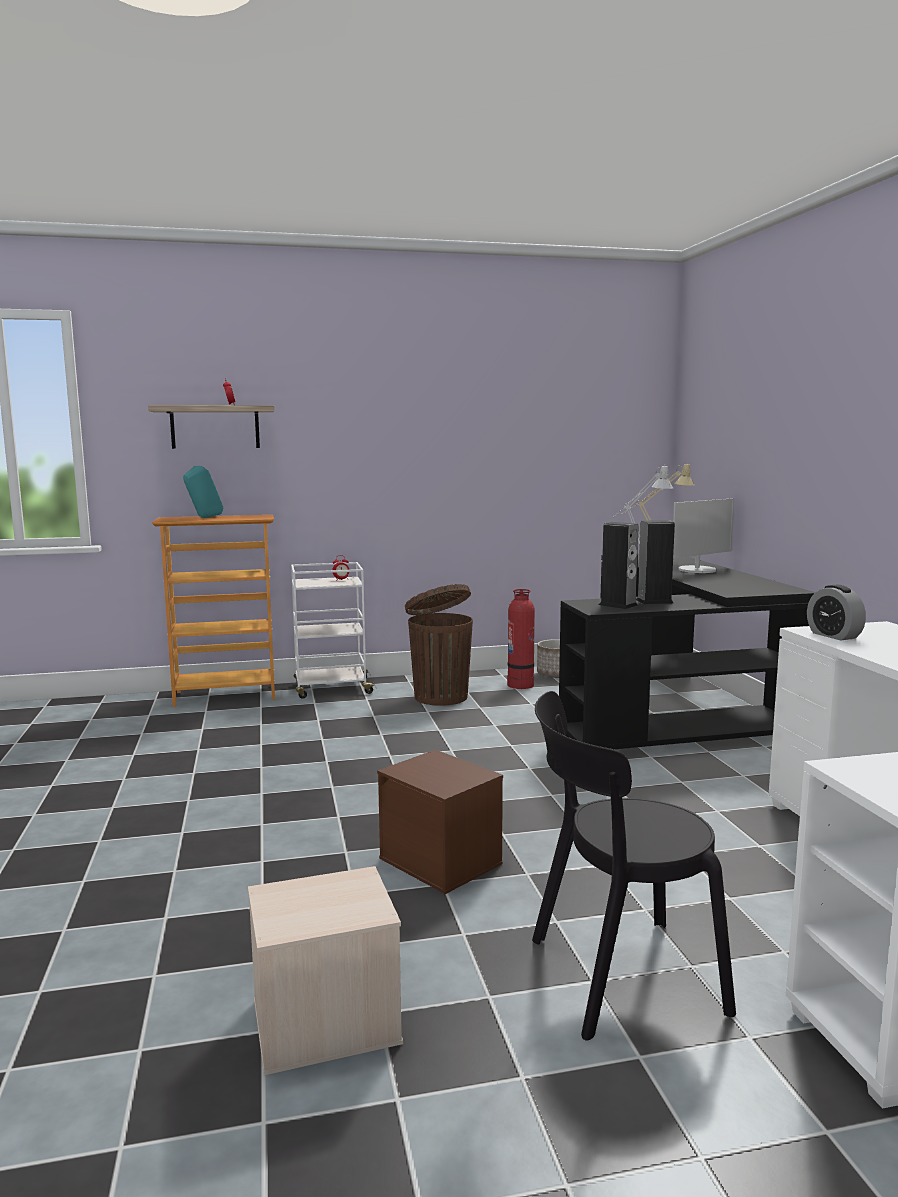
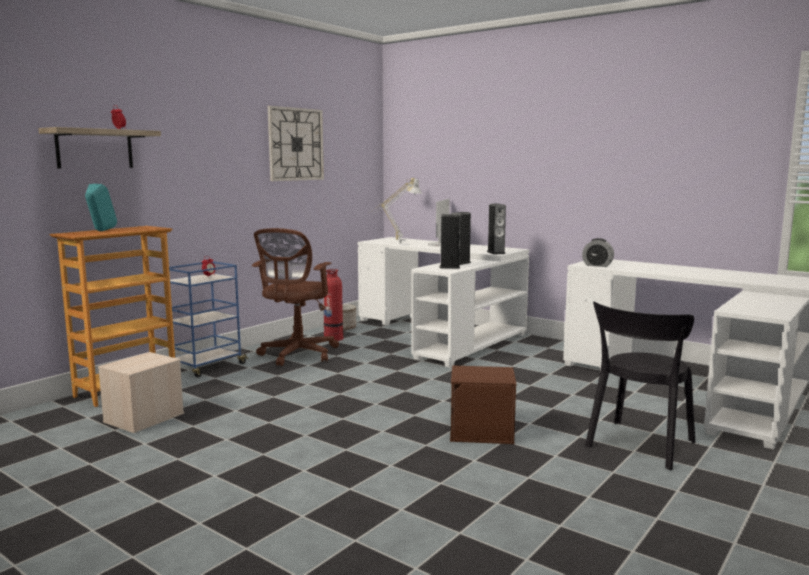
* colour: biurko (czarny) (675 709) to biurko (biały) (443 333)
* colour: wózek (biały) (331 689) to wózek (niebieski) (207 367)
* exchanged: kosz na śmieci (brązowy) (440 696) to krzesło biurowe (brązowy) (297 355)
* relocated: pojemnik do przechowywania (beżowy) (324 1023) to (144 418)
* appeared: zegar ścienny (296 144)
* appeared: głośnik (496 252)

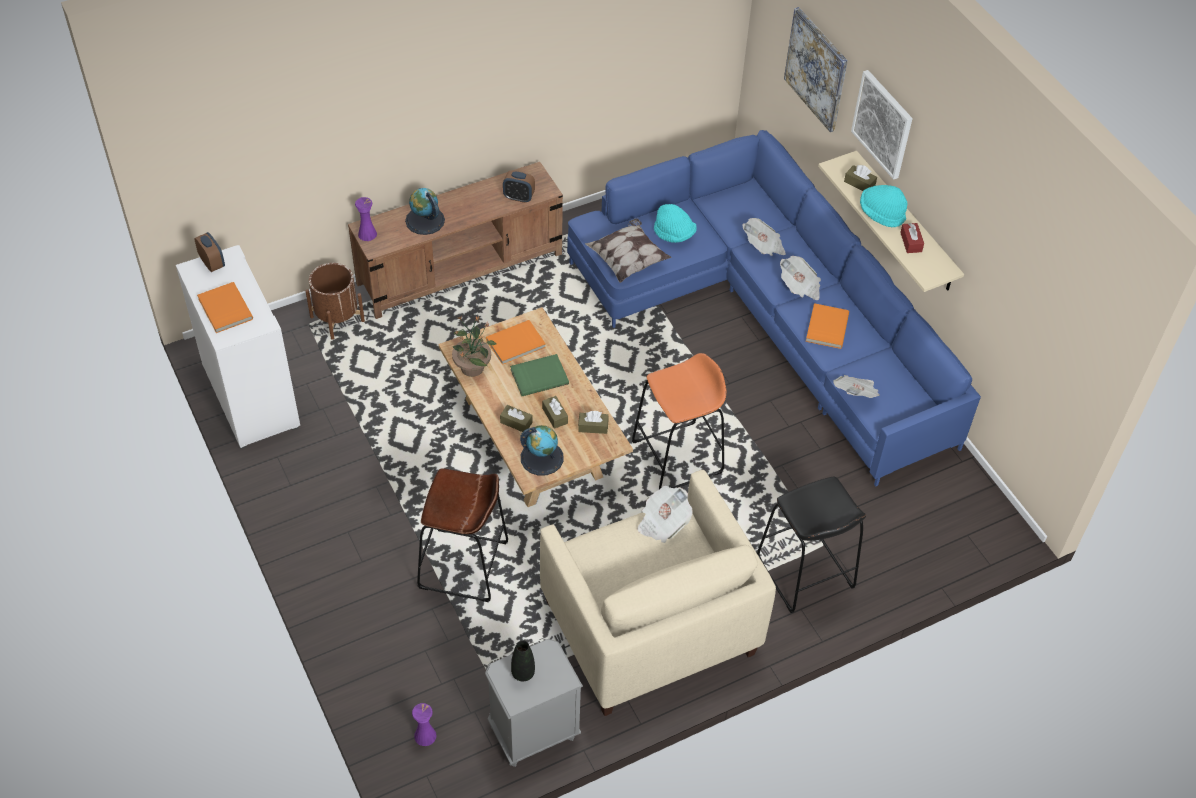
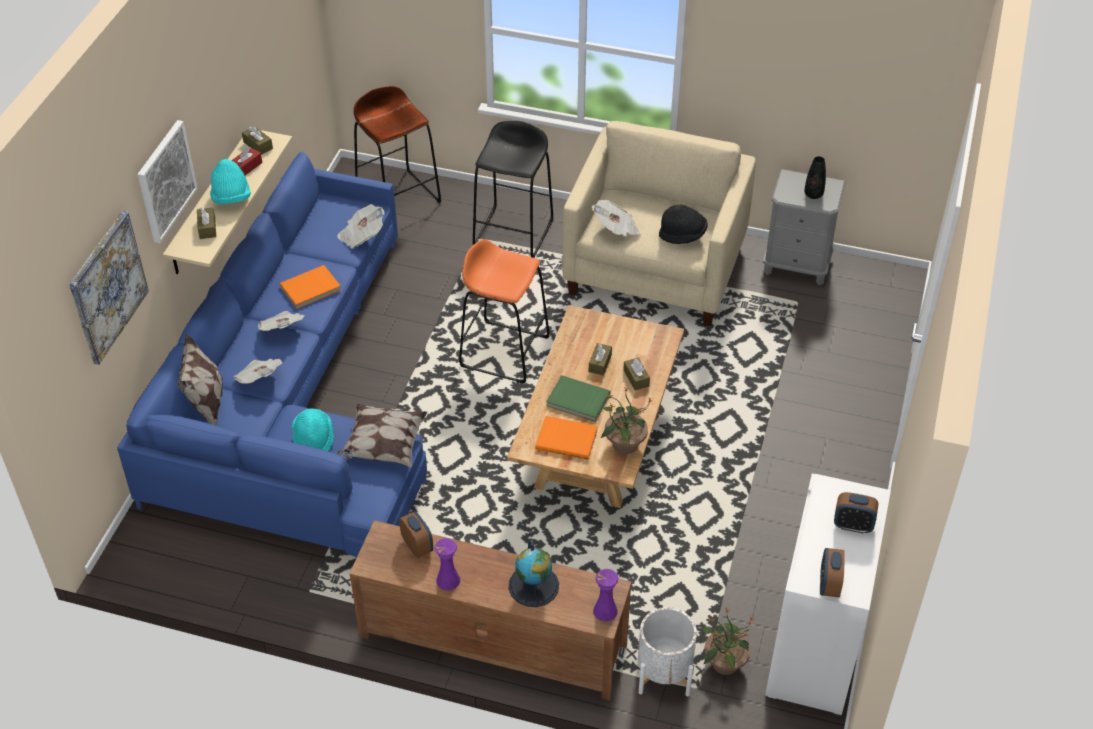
* colour: donica (brązowy) (337 319) to donica (biały) (664 673)
* exchanged: książka (pomarańczowy) (224 309) to budzik (853 525)
* relocated: pudełko chusteczek (brązowy) (593 427) to (258 145)
* missing: globus (542 457)
* relocated: stołek (brązowy) (463 565) to (398 196)
* relocated: wazon (fioletowy) (425 736) to (448 580)
* appeared: kapelusz (czarny) (682 235)
* appeared: poduszka (207 405)
* appeared: roślina doniczkowa (724 663)

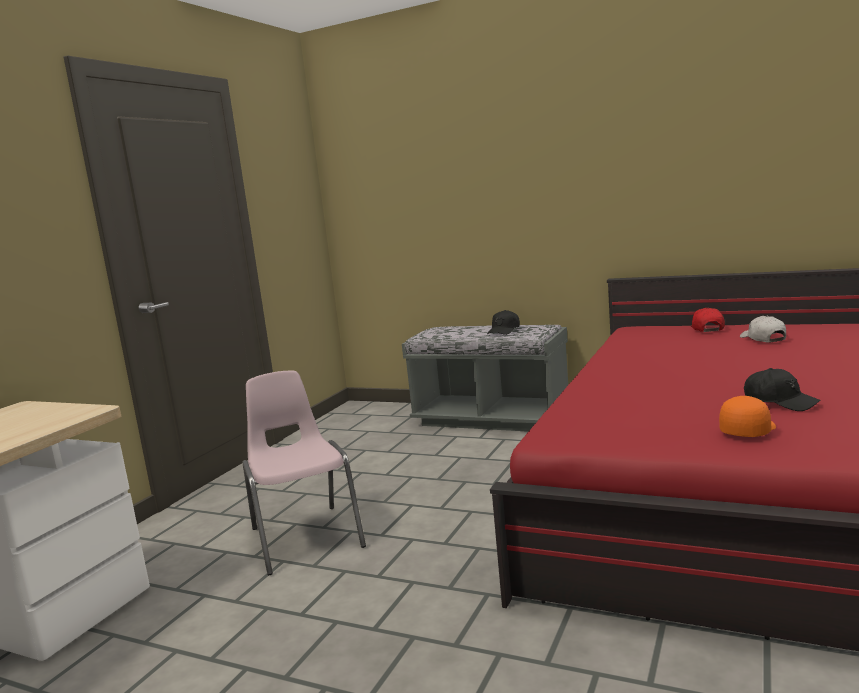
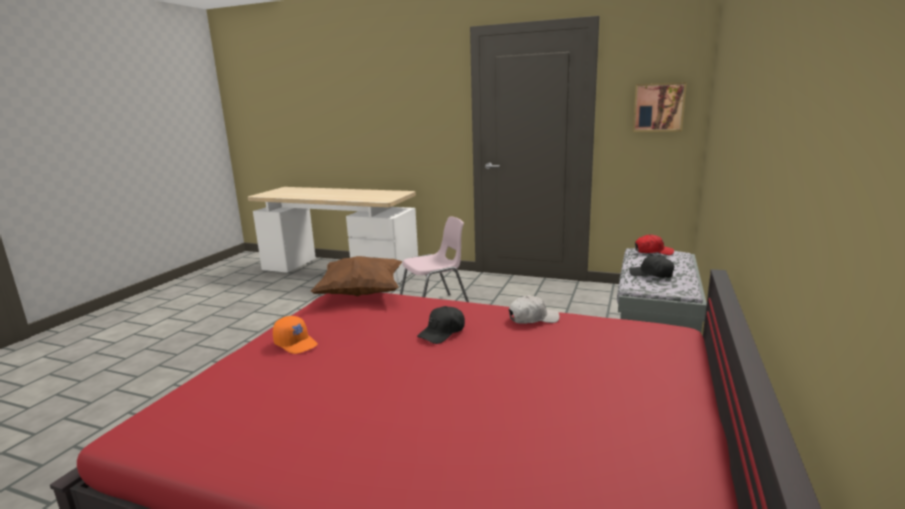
* relocated: czapka z daszkiem (czerwony) (707 329) to (653 252)
* relocated: czapka z daszkiem (biały) (763 339) to (533 318)
* relocated: czapka z daszkiem (czarny) (780 402) to (442 332)
* appeared: obraz (658 107)
* appeared: poduszka (brązowy) (361 293)

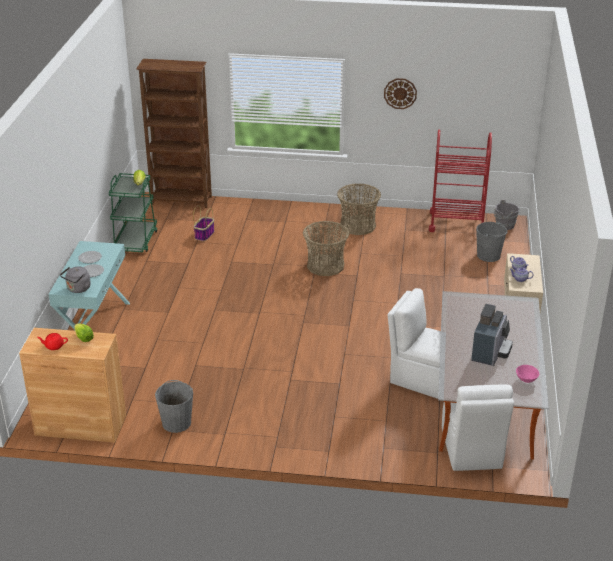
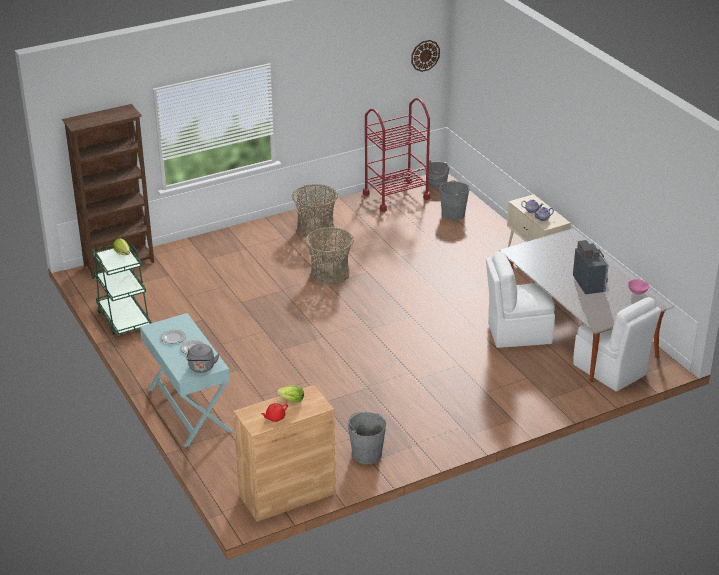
* relocated: zegar ścienny (400 93) to (425 55)
* missing: koszyk (204 234)

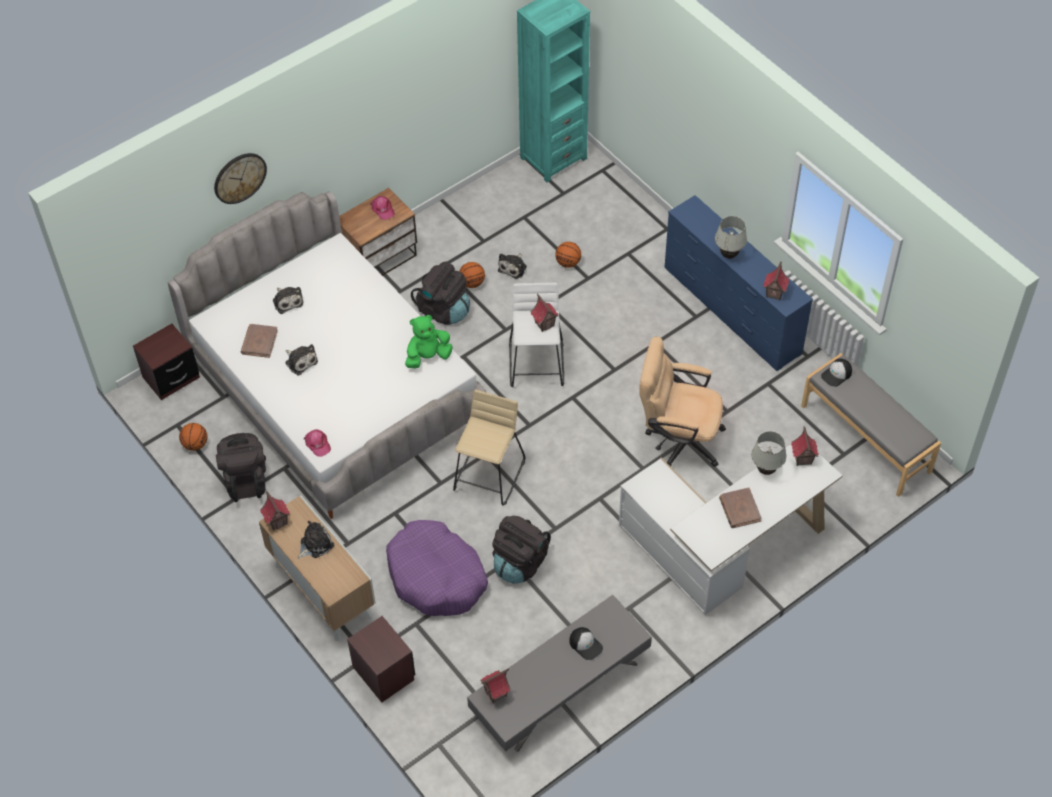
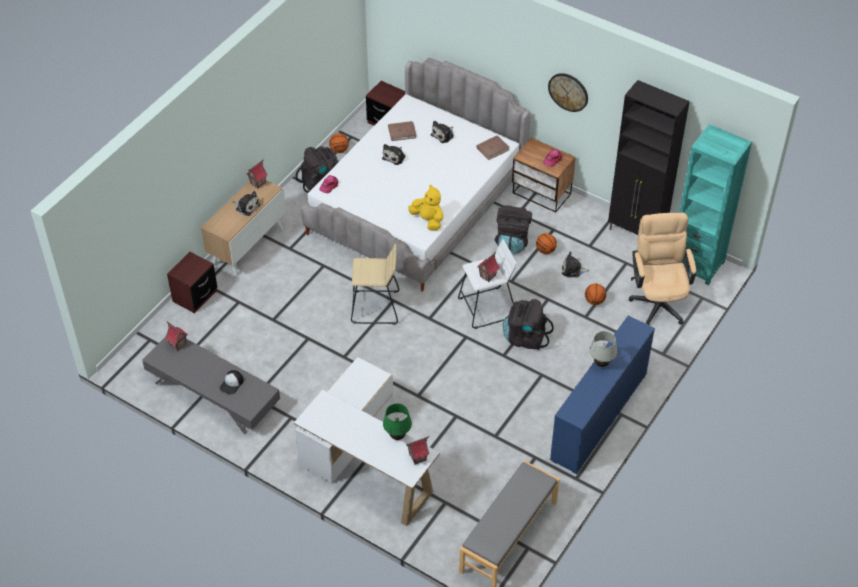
* relocated: zegar ścienny (239 177) to (568 92)
* missing: domek (774 293)
* colour: pluszak (zielony) (428 356) to pluszak (żółty) (428 220)
* relocated: krzesło biurowe (beżowy) (678 439) to (658 300)
* missing: czapka z daszkiem (836 374)
* colour: lampa stołowa (biały) (765 470) to lampa stołowa (zielony) (397 436)
* relocated: książka (brązowy) (739 509) to (492 148)
* relocated: plecak (czarny) (520 563) to (525 338)
* missing: legowisko (fioletowy) (436 576)
* appeared: szafka (czarny) (636 233)

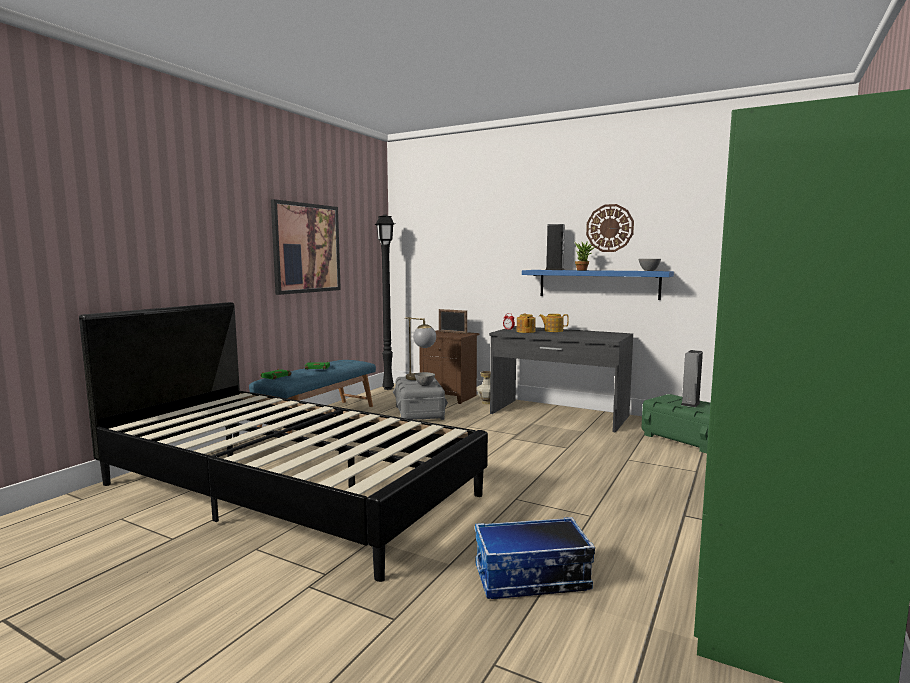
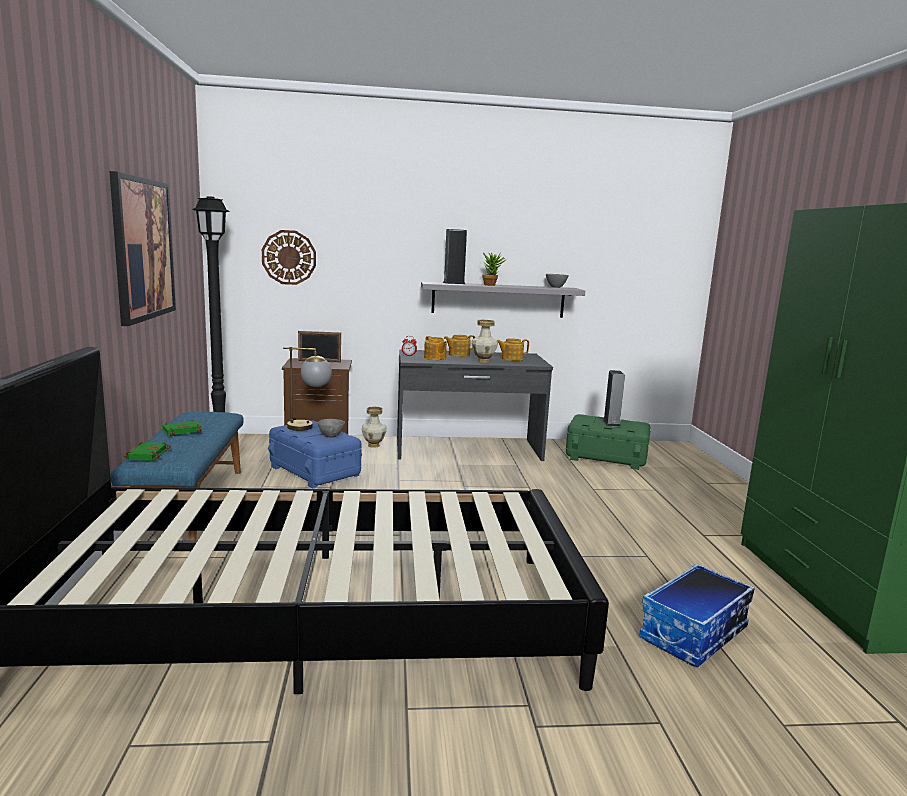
* relocated: zegar ścienny (609 228) to (289 257)
* colour: półka (niebieski) (598 284) to półka (szary) (498 300)
* colour: pojemnik do przechowywania (szary) (419 412) to pojemnik do przechowywania (niebieski) (315 471)
* appeared: wazon (483 361)
* appeared: imbryk (511 359)

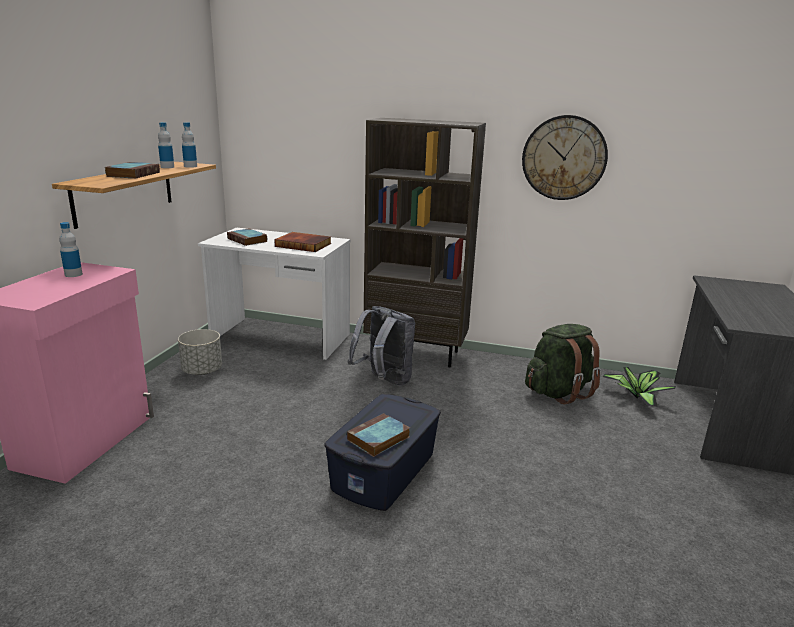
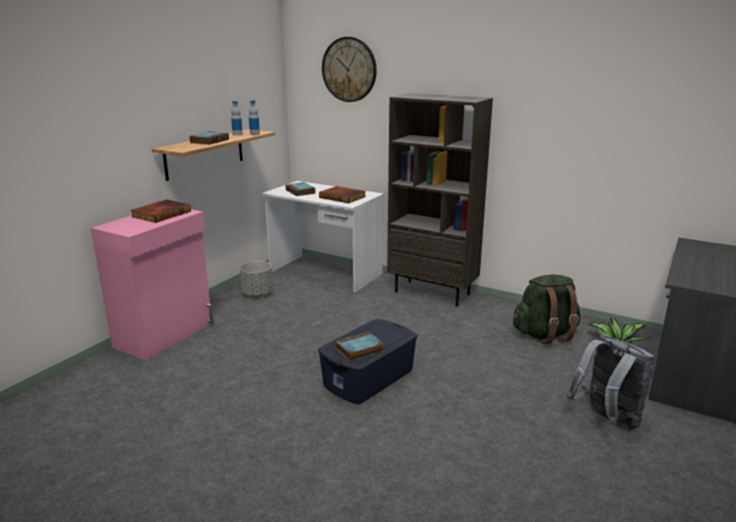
* relocated: zegar ścienny (564 158) to (349 69)
* exchanged: butelka (73 274) to książka (161 213)
* relocated: plecak (szary) (384 381) to (606 420)

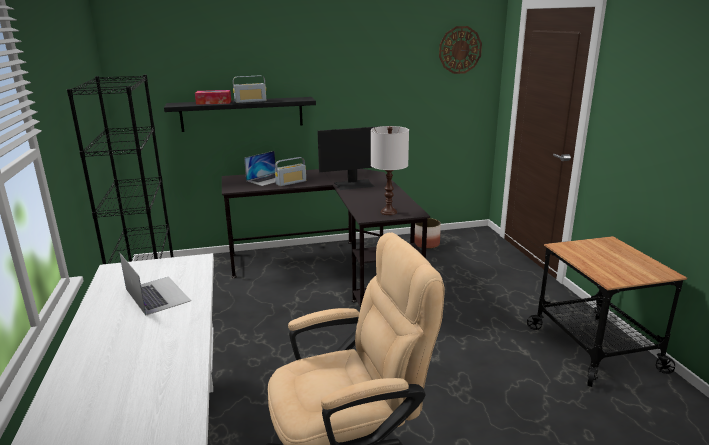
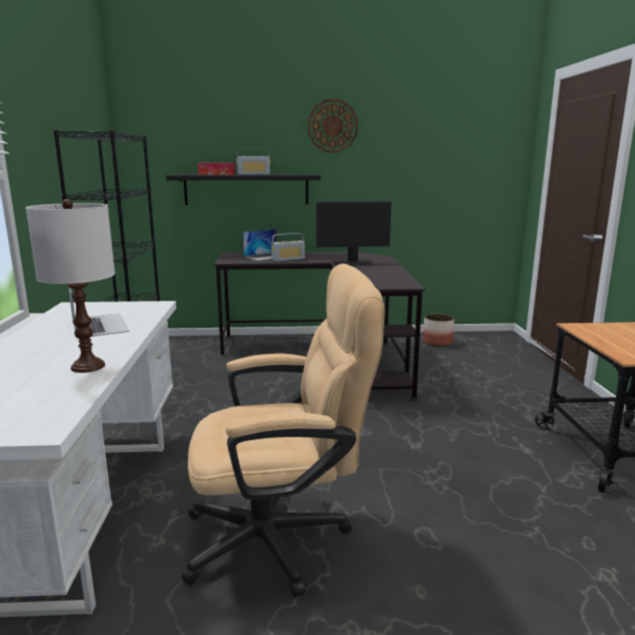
* relocated: zegar ścienny (460 50) to (332 126)
* relocated: lampa stołowa (biały) (388 212) to (87 366)

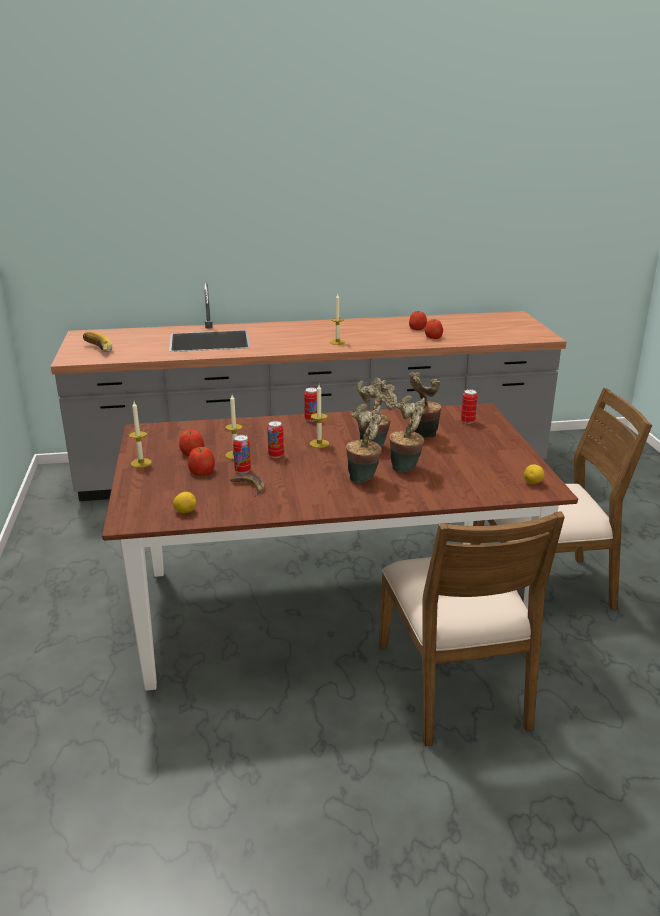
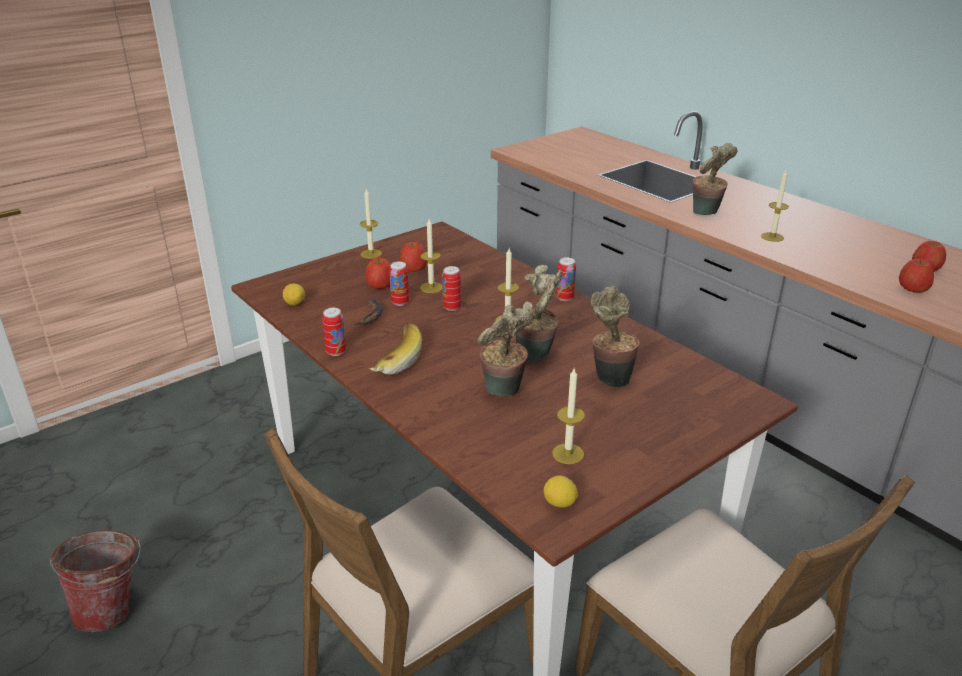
* relocated: banan (96 350) to (394 359)
* relocated: puszka (467 421) to (336 352)
* relocated: roślina doniczkowa (364 477) to (706 213)
* appeared: świeca (568 454)
* appeared: wiadro (113 609)

